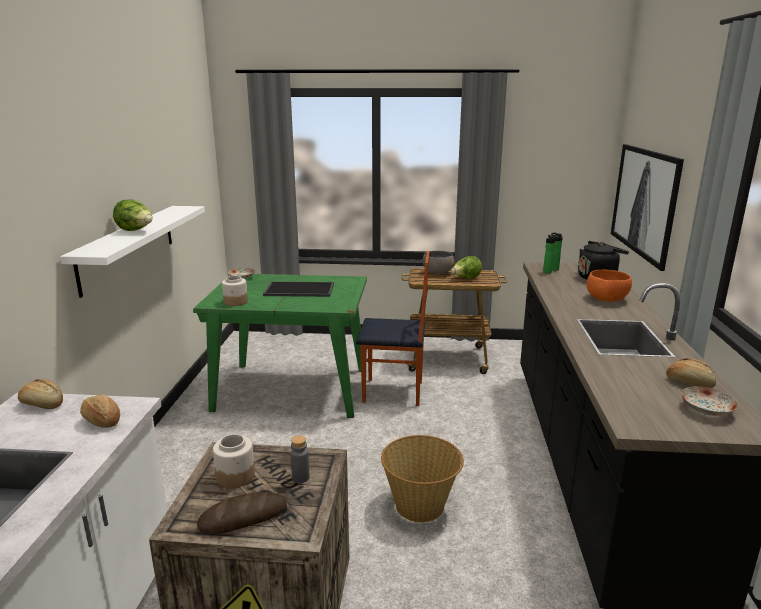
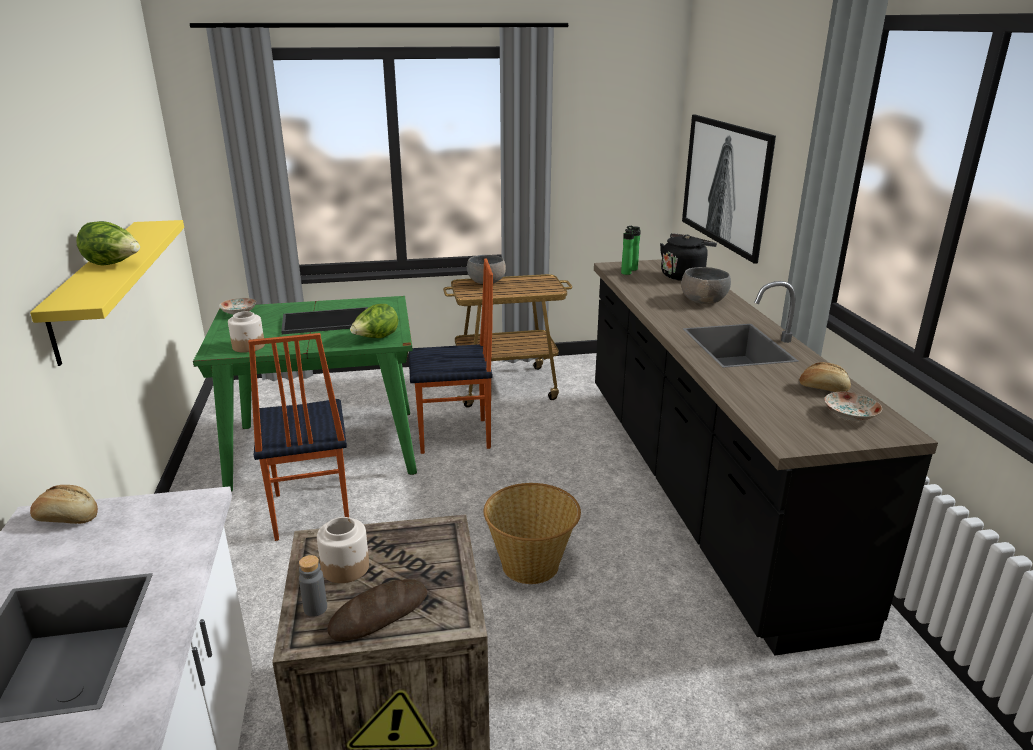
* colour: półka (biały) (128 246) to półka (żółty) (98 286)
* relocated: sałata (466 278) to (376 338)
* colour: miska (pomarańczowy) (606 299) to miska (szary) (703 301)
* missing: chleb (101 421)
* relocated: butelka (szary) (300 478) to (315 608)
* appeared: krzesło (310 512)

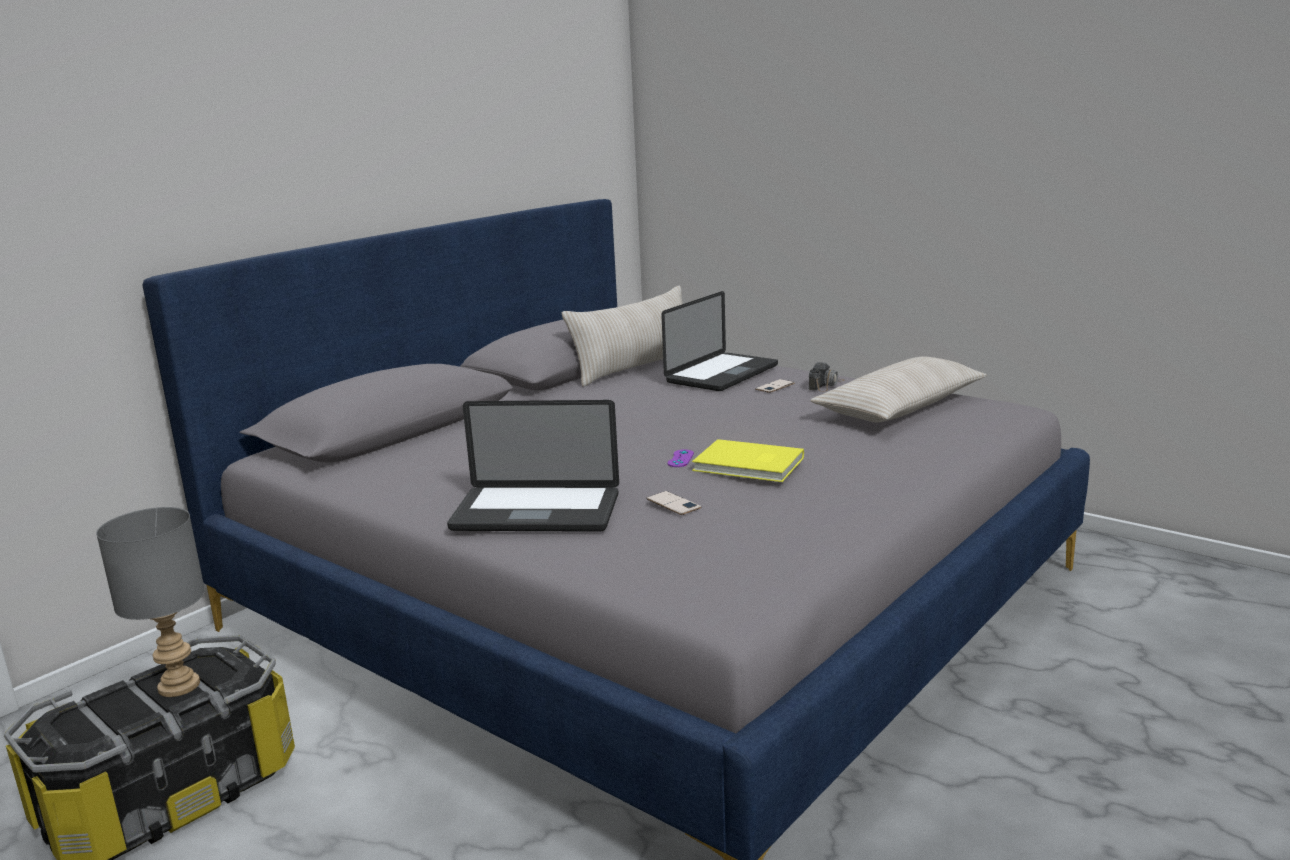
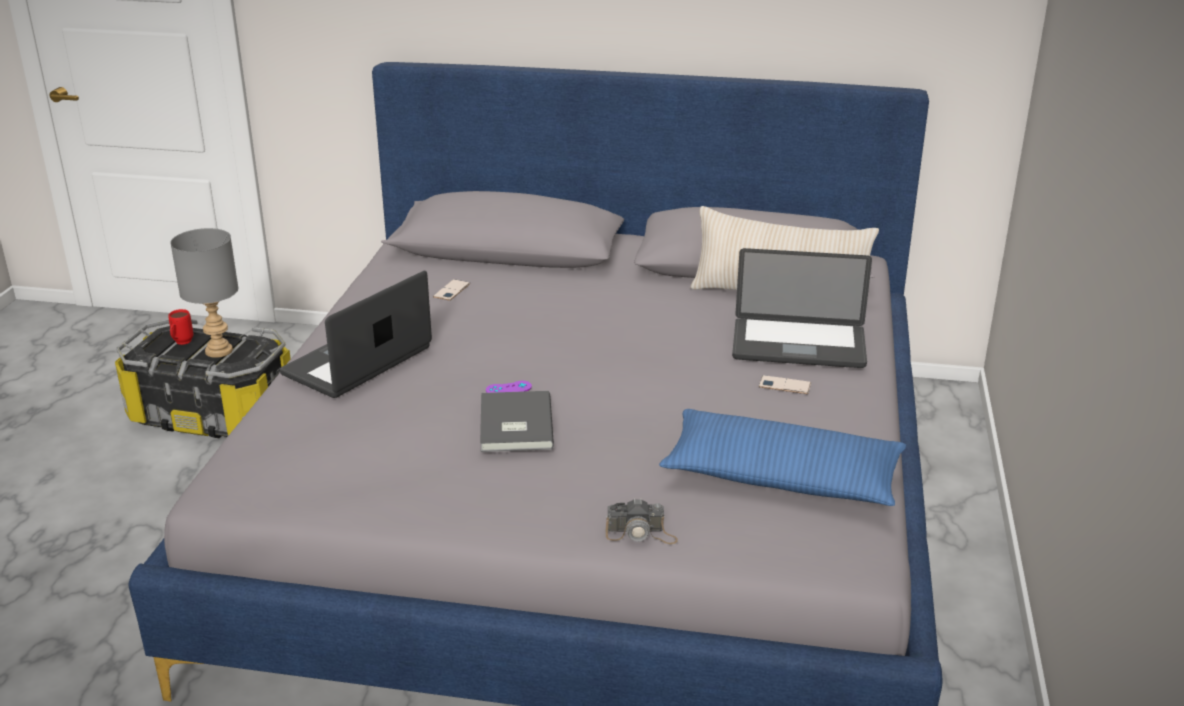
* colour: poduszka (beżowy) (900 408) to poduszka (niebieski) (781 477)
* relocated: aparat fotograficzny (826 384) to (641 534)
* spun: laptop (536 512) = (357 361) 60 degrees clockwise
* colour: książka (żółty) (749 465) to książka (szary) (513 425)
* relocated: telefon (673 503) to (451 290)
* appeared: kubek (czerwony) (181 343)

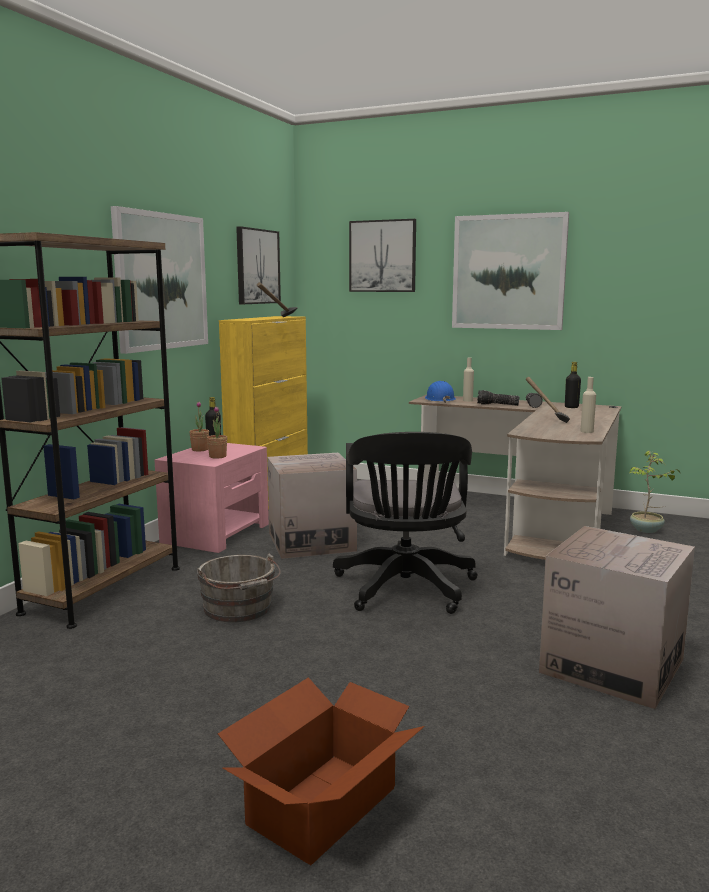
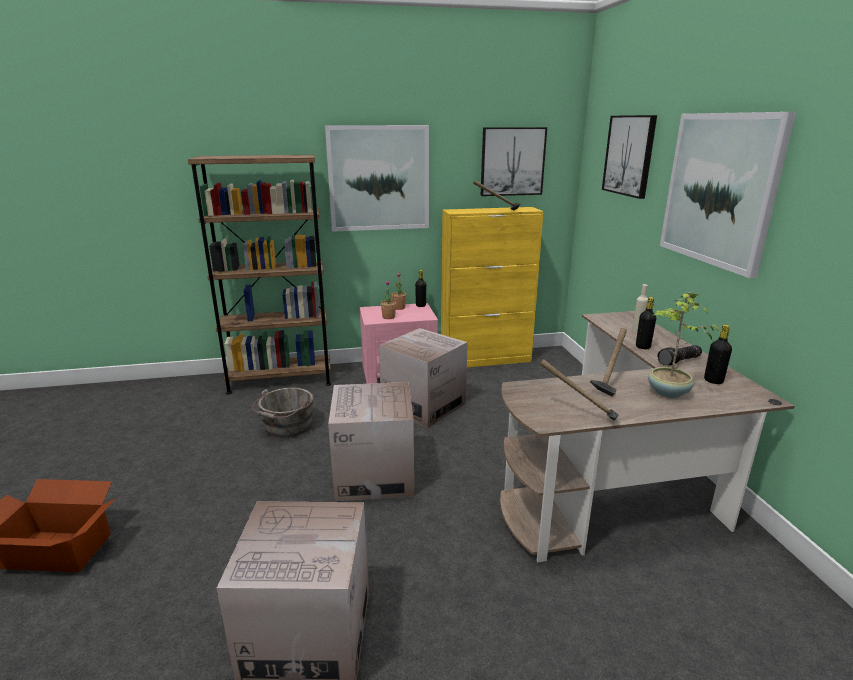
* exchanged: butelka (beżowy) (587 431) to młotek (579 416)
* missing: kask (niebieski) (439 399)
* exchanged: latarka (497 405) to butelka (czarny) (643 347)
* exchanged: krzesło biurowe (czarny) (406 590) to karton (374 474)
* relocated: roślina doniczkowa (646 530) to (668 393)

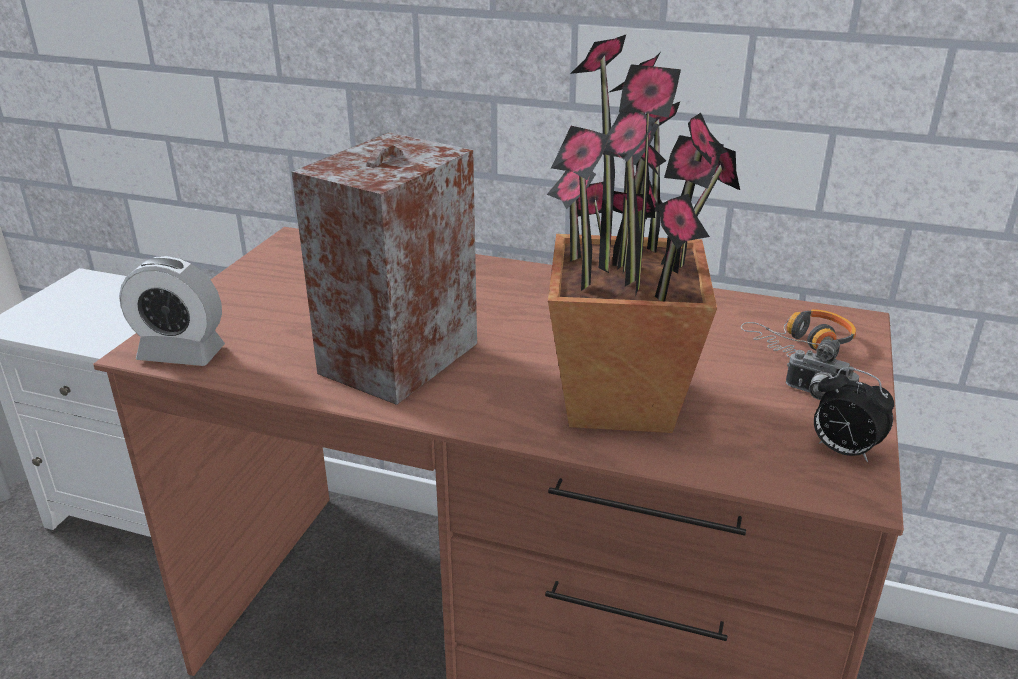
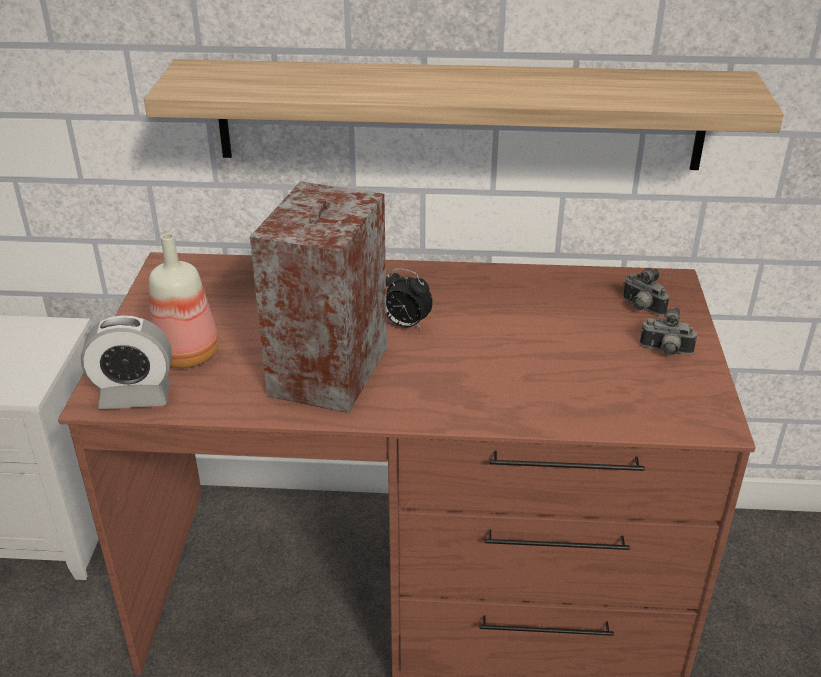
* missing: roślina doniczkowa (622 400)
* exchanged: słuchawki (802 345) to aparat fotograficzny (640 308)
* relocated: budzik (842 451) to (405 325)
* appeared: półka (459 115)
* appeared: butelka (189 355)

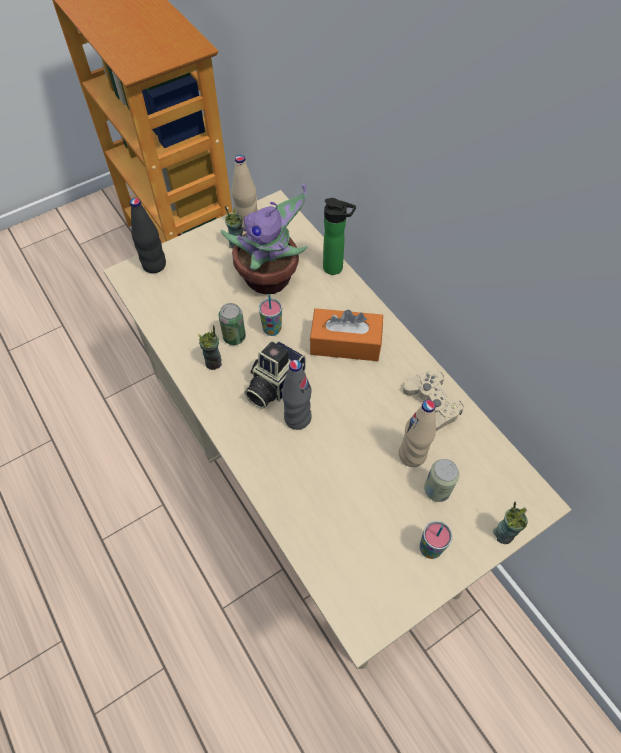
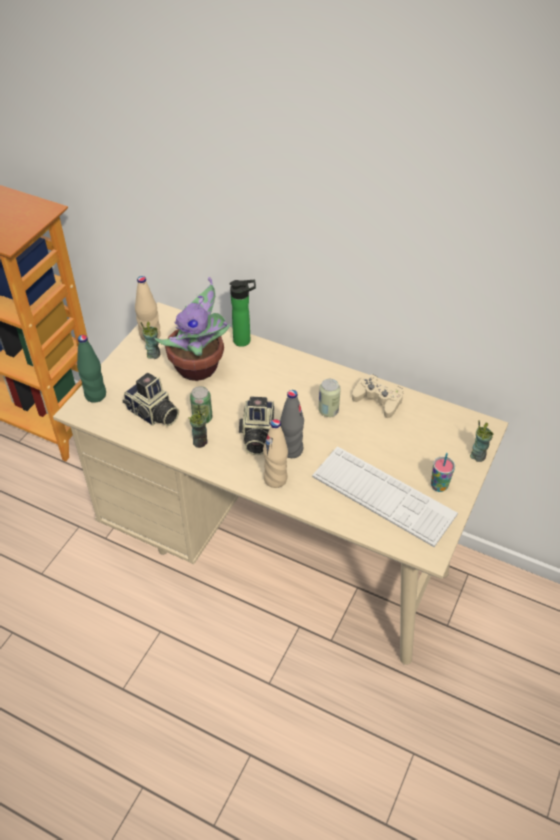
* colour: butelka (czarny) (154 265) to butelka (zielony) (95 395)
* missing: filiżanka (272 329)
* missing: pudełko chusteczek (pomarańczowy) (345 343)
* relocated: butelka (beżowy) (412 455) to (275 479)
* relocated: puszka (437 490) to (328 411)
* appeared: aparat fotograficzny (153 414)
* appeared: klawiatura (383 496)

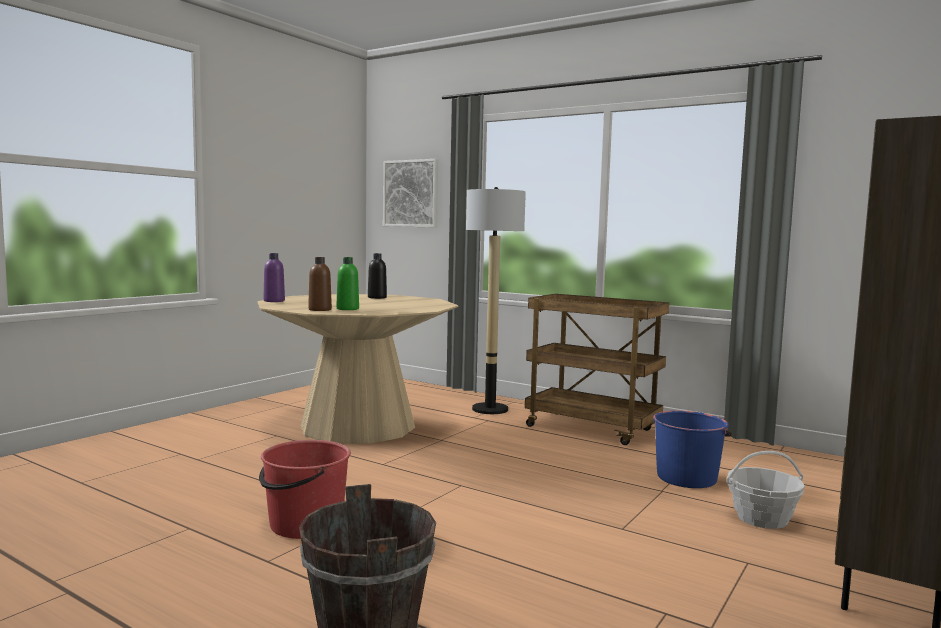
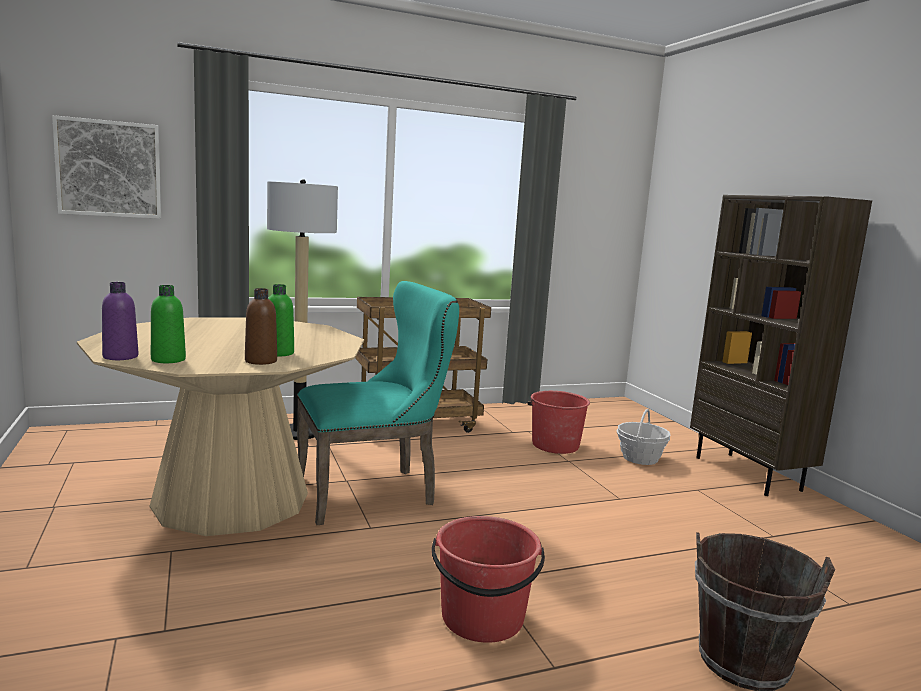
* missing: butelka (czarny) (377 297)
* colour: wiadro (niebieski) (686 478) to wiadro (czerwony) (555 445)
* appeared: krzesło (turkusowy) (374 491)
* appeared: butelka (zielony) (168 360)

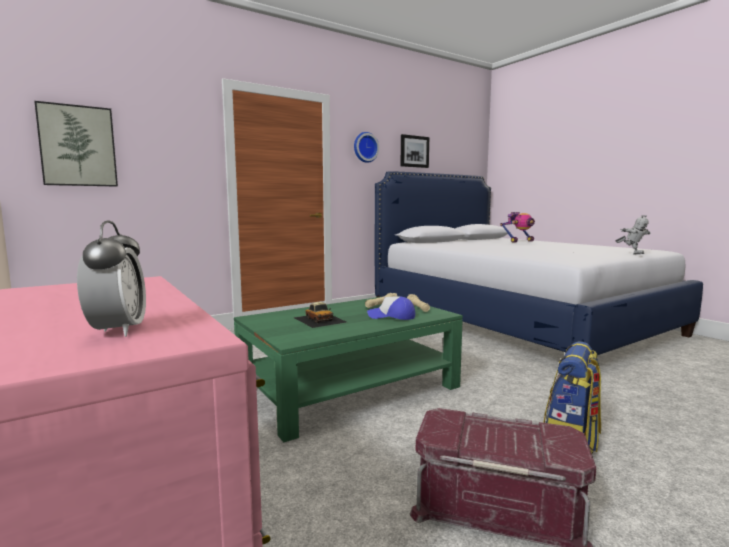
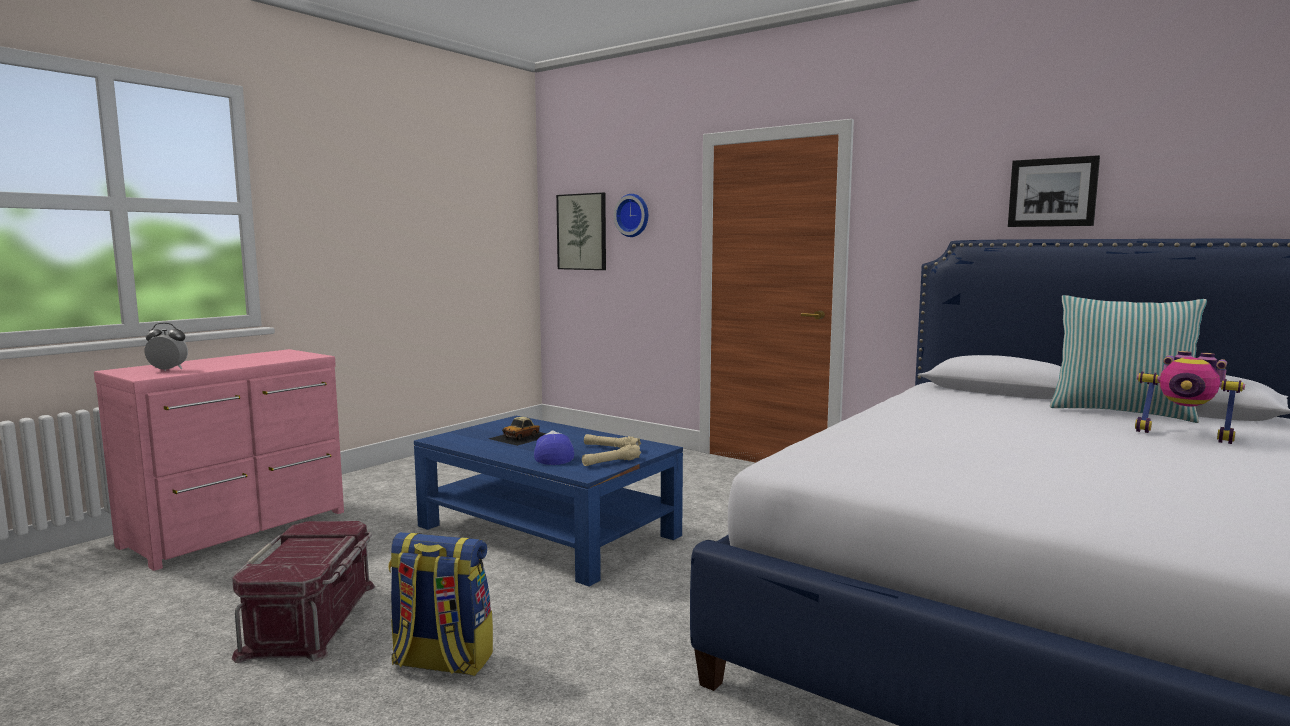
* relocated: zegar ścienny (365 147) to (633 215)
* missing: robot zabawkowy (632 254)
* spun: budzik (118 331) = (168 370) 150 degrees counterclockwise
* colour: ława (zielony) (350 388) to ława (niebieski) (548 531)
* appeared: poduszka (1120 411)

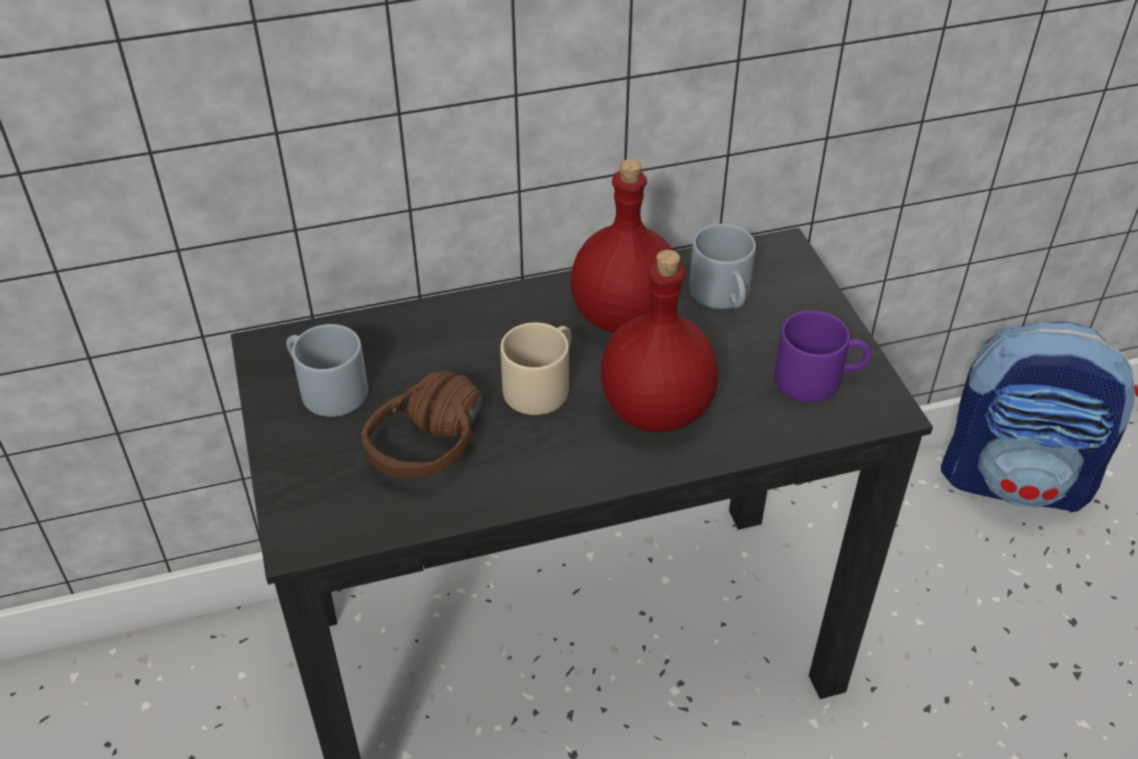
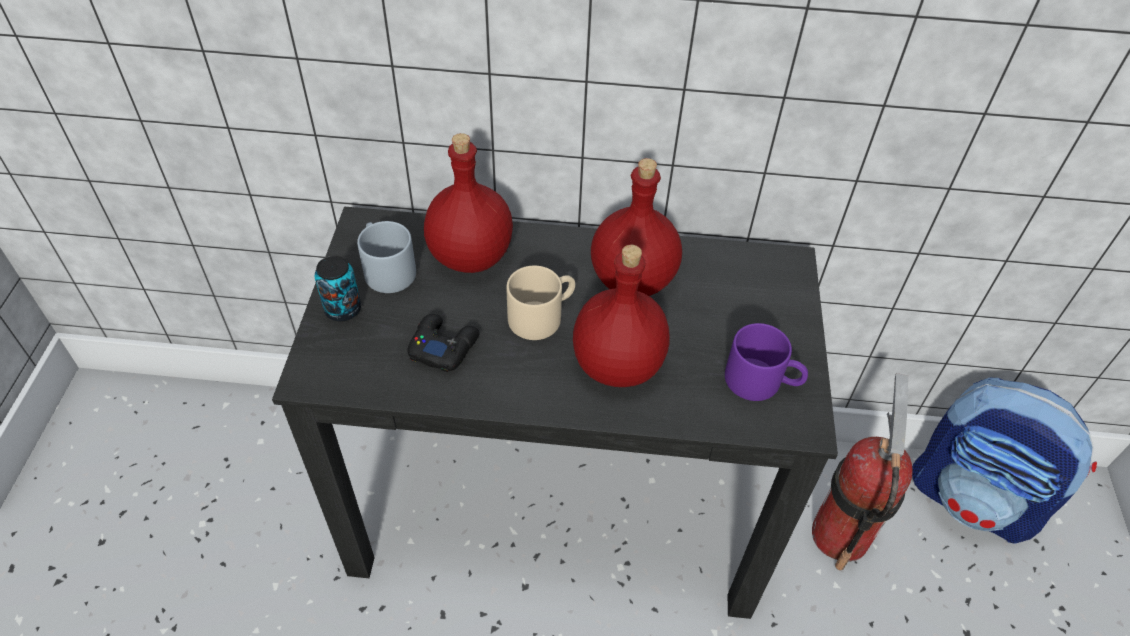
* missing: kubek (szary) (724 296)
* exchanged: słuchawki (brązowy) (445 452) to pad do gier (czarny) (443 346)
* appeared: butelka (czerwony) (469 255)
* appeared: puszka (343 309)
* appeared: gaśnica (840 534)

